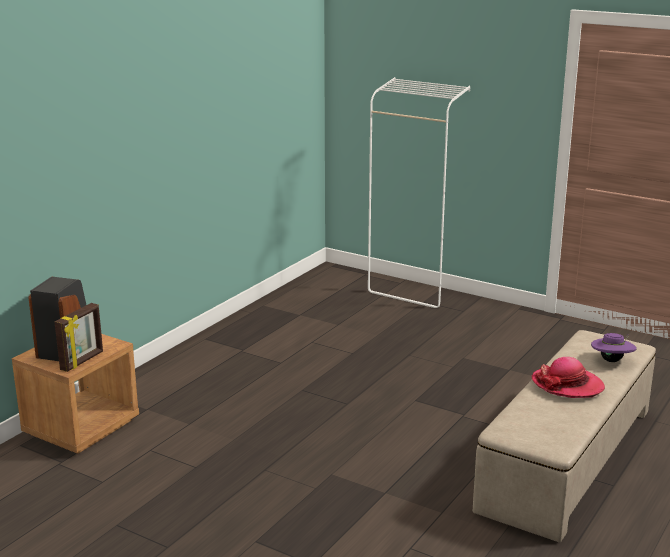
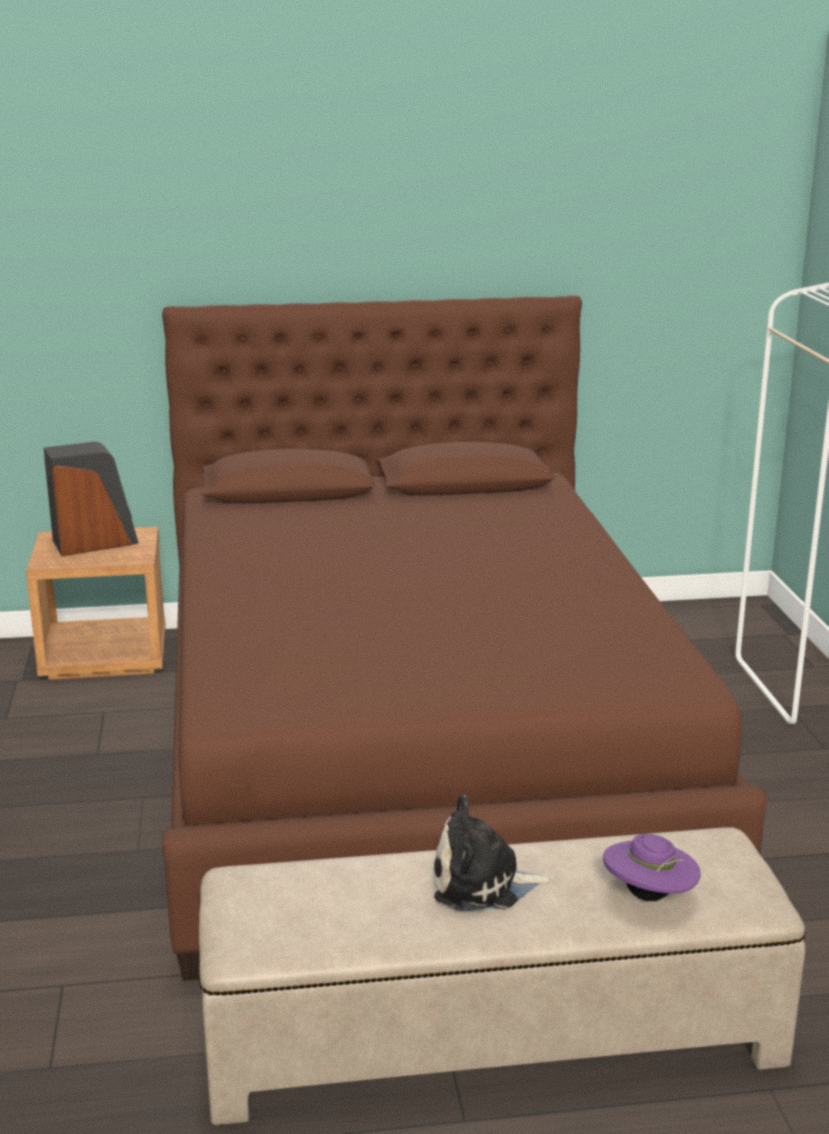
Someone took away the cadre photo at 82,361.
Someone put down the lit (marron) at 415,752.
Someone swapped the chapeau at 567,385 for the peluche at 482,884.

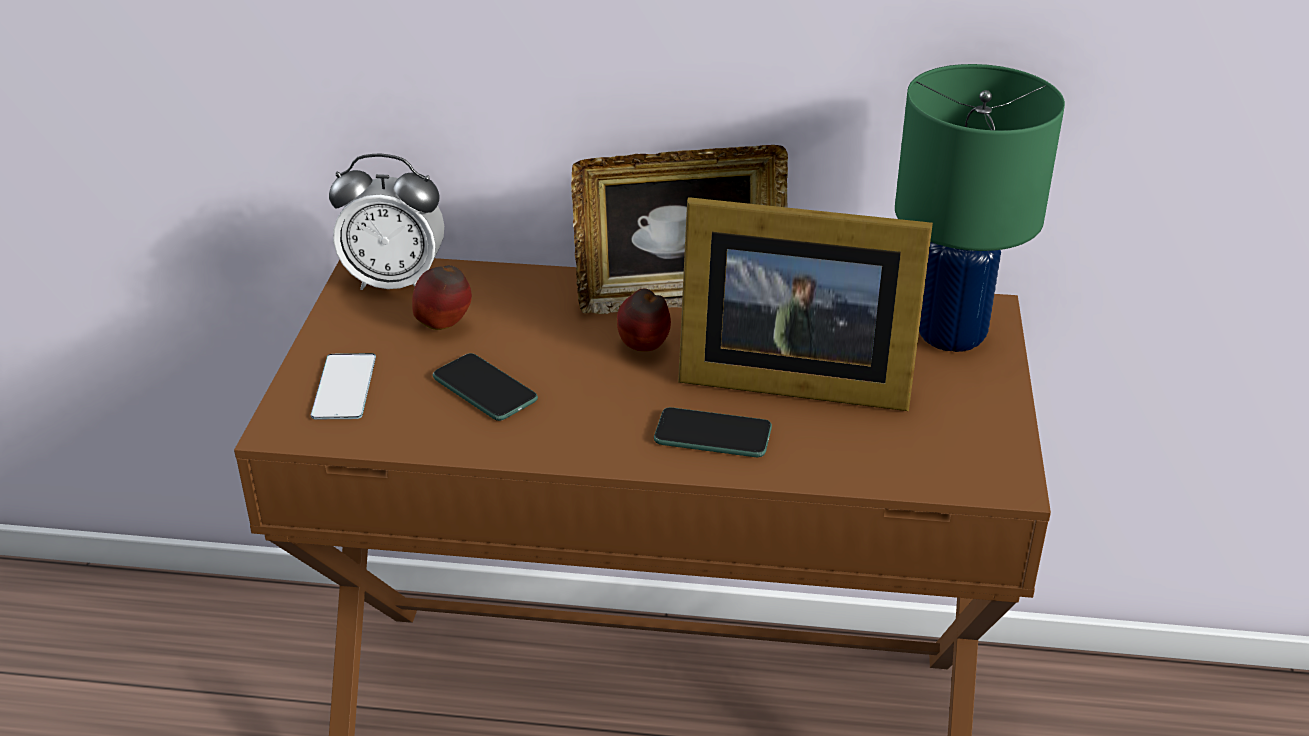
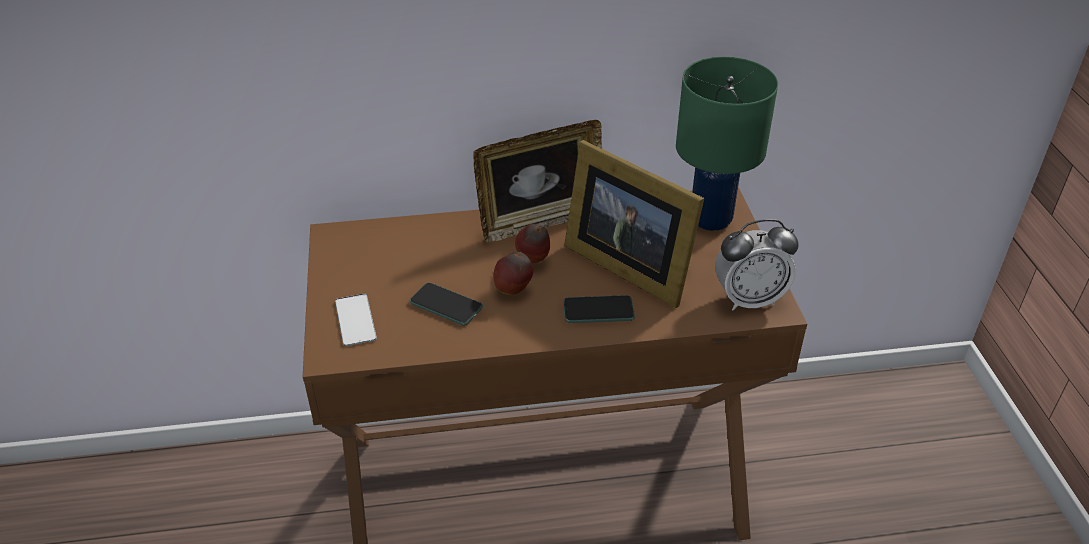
Someone carried the réveil from 395,282 to 749,299.
Someone carried the pomme from 444,326 to 513,290.
Someone rotated the cadre photo at 788,377 by 45 degrees clockwise.

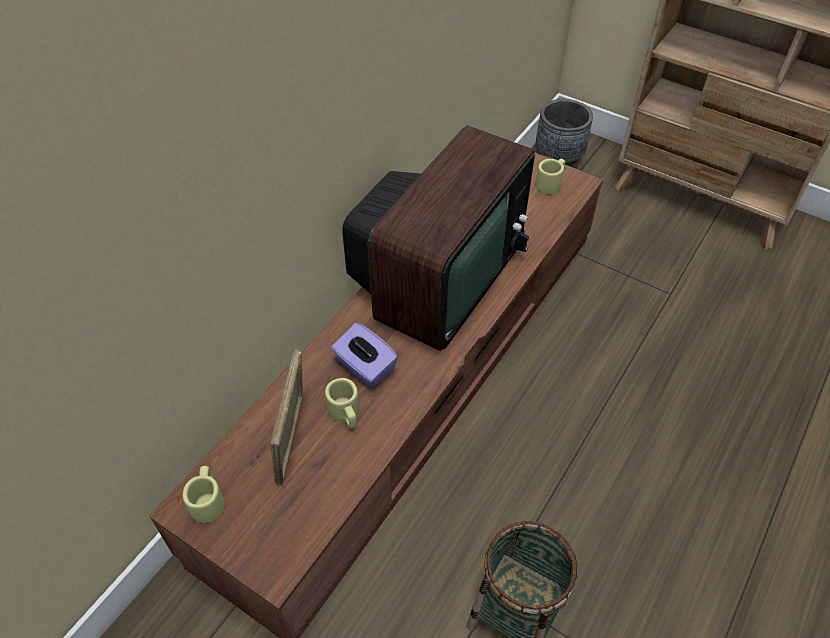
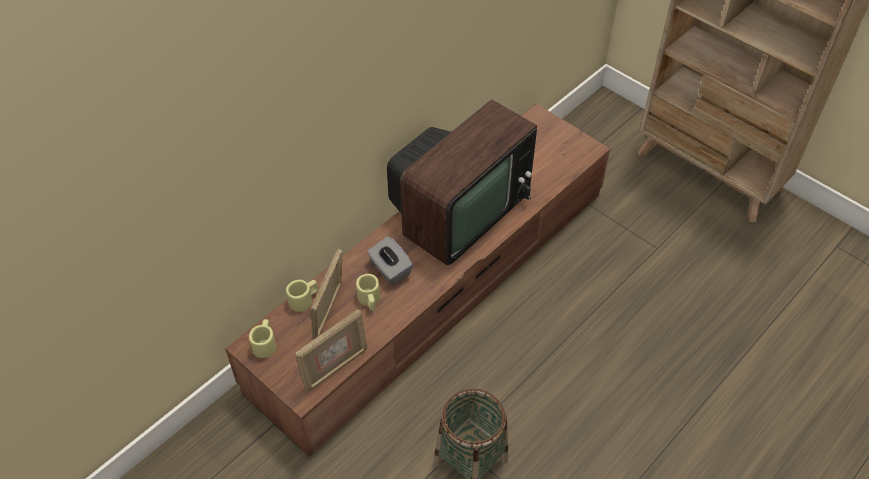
Someone took away the cache-pot (gris) at 559,157.
Someone put down the cadre photo at 335,367.
Someone carried the mug (beige) from 550,183 to 304,300.
Someone repainted the boîte à mouchoirs (violet) at 365,368, which became the boîte à mouchoirs (gris) at 390,270.

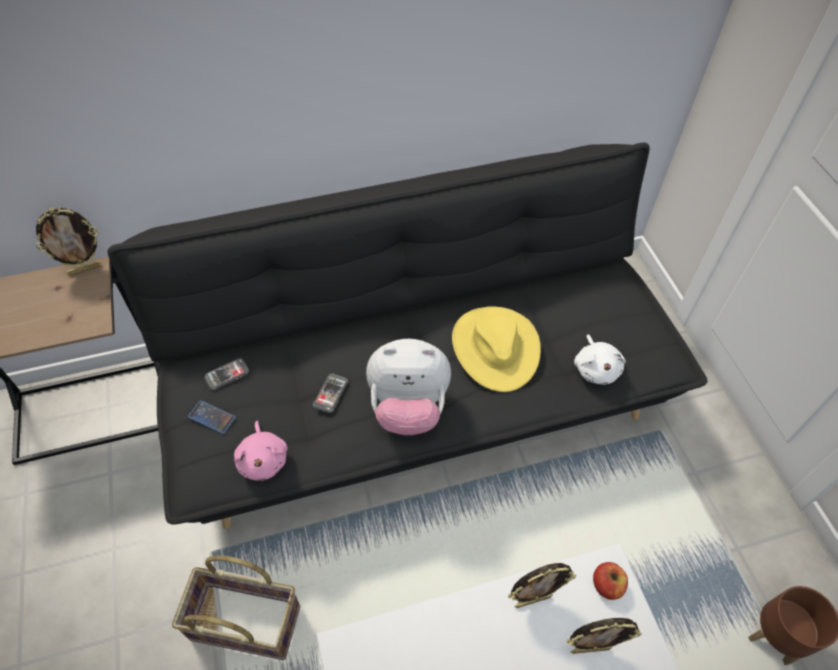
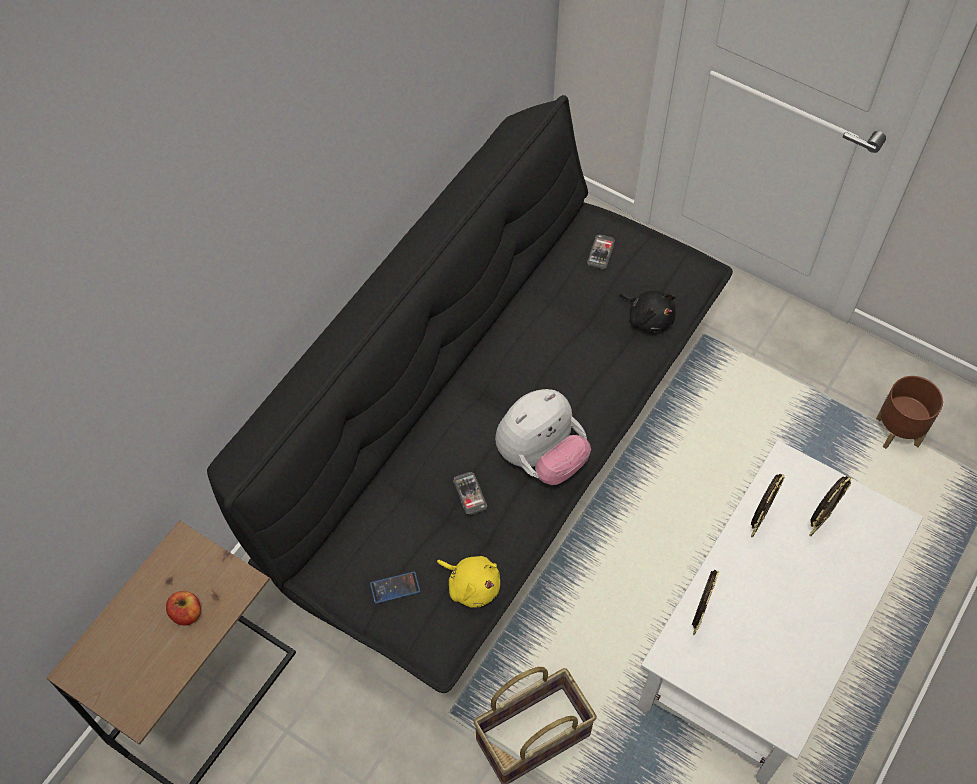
Someone took away the chapeau (jaune) at 495,348.
Someone carried the cadre photo from 85,269 to 697,618.
Someone carried the téléphone from 227,375 to 600,253.
Someone carried the pomme from 607,585 to 186,613.
Someone repainted the peluche (rose) at 263,459, which became the peluche (jaune) at 471,585.
Someone repainted the peluche (blanc) at 596,368, which became the peluche (noir) at 648,318.

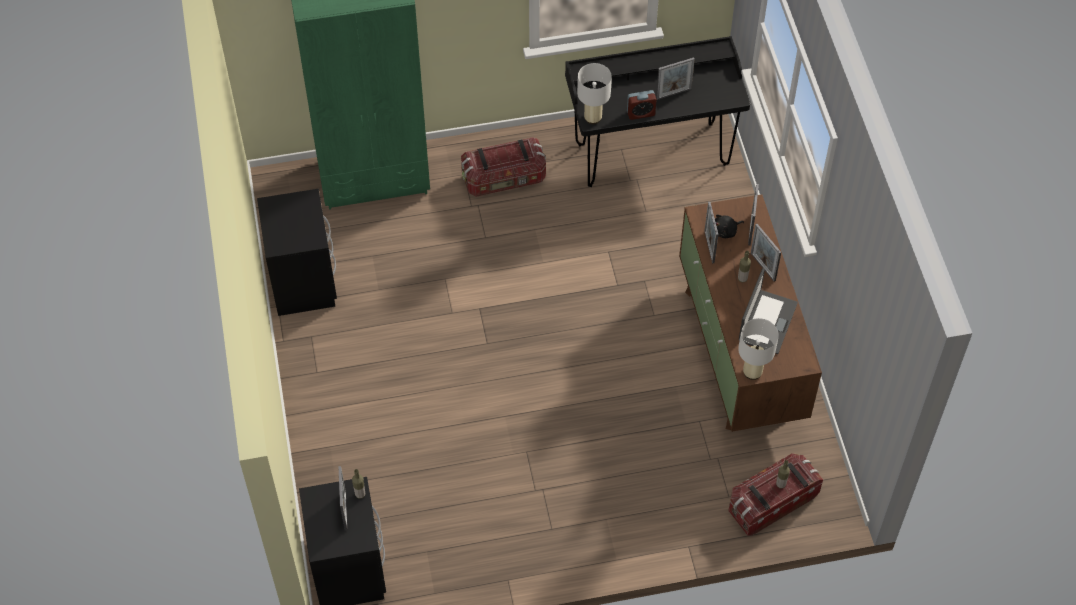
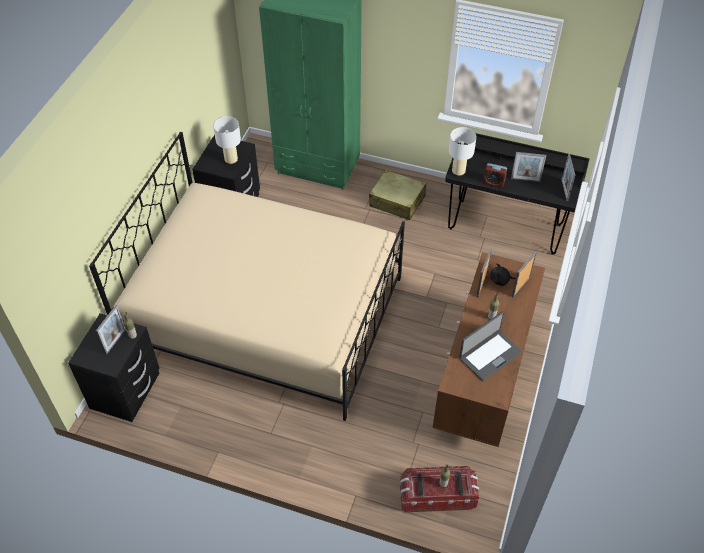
Someone put down the lit (beige) at 265,314.
Someone carried the lampe de table (blanc) from 752,372 to 231,161.
Someone carried the cadre photo from 763,267 to 564,190.
Someone swapped the boîte de rangement at 504,179 for the valise (beige) at 397,201.

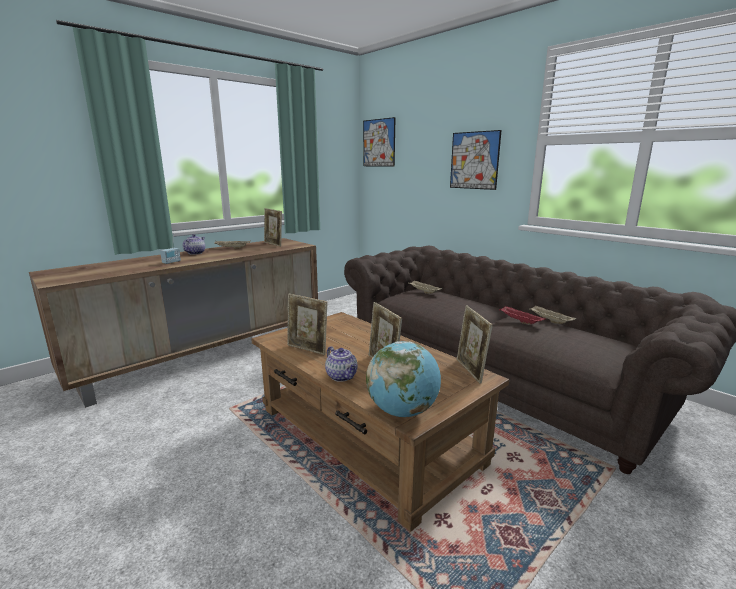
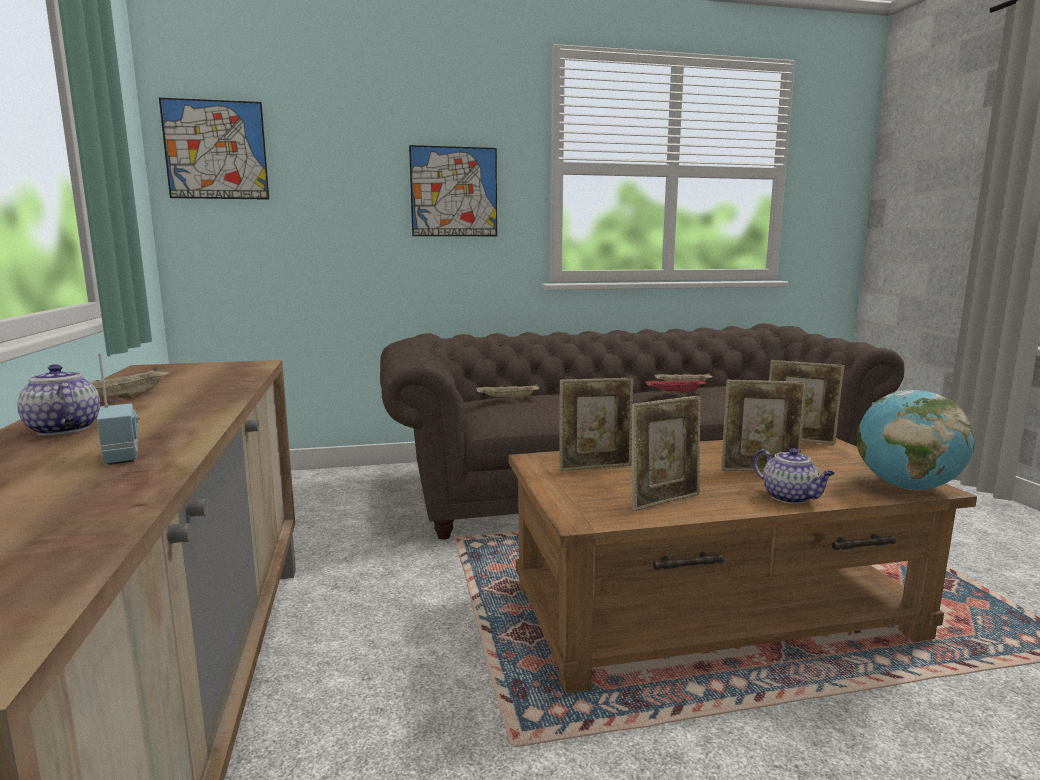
Someone carried the cadre photo from 273,244 to 595,467.
Someone rotated the théière at 342,376 by 60 degrees clockwise.

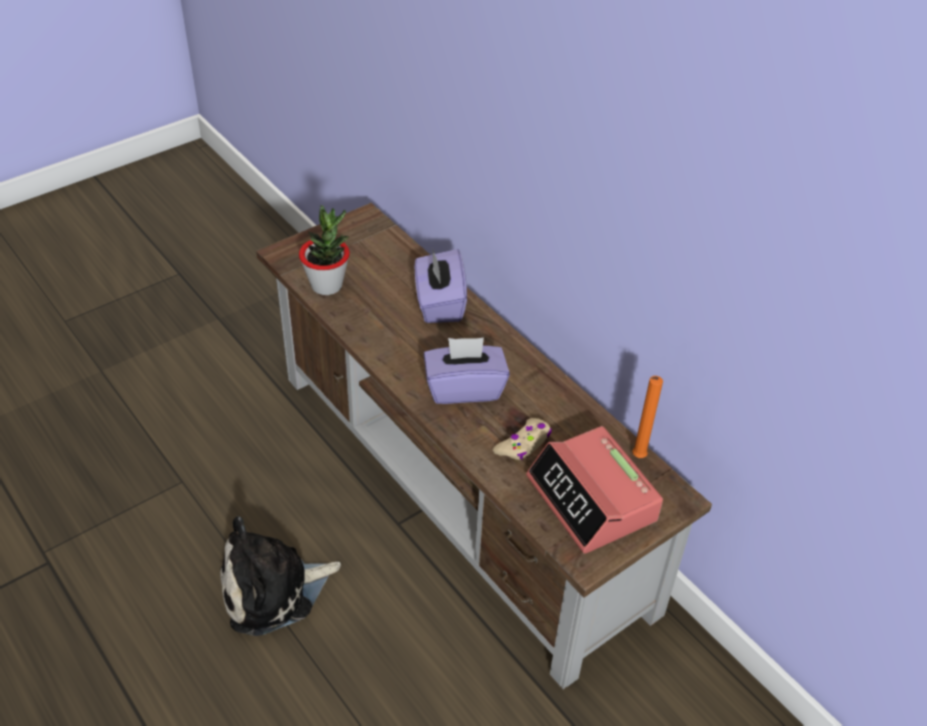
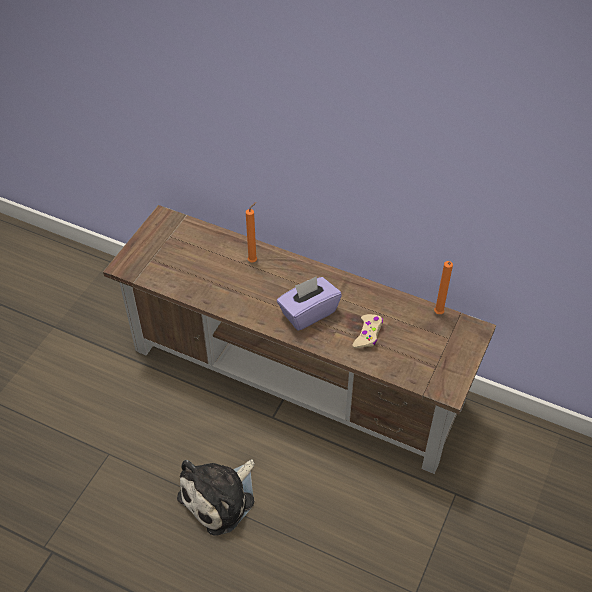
Someone took away the plante en pot at 327,285.
Someone took away the réveil at 592,499.
Someone swapped the boîte à mouchoirs (violet) at 439,303 for the bougie (orange) at 254,261.

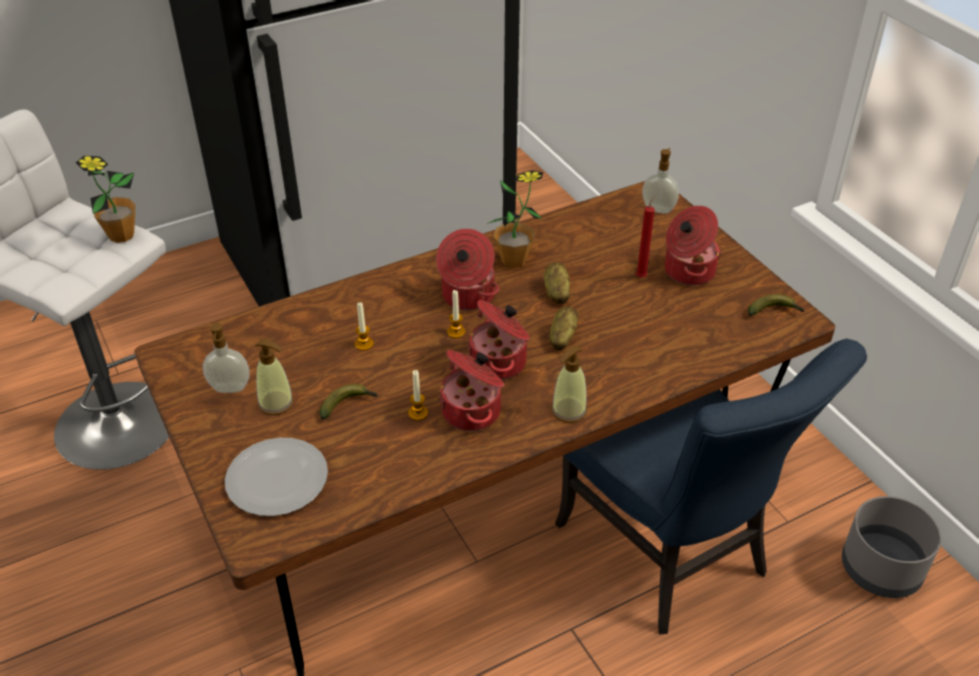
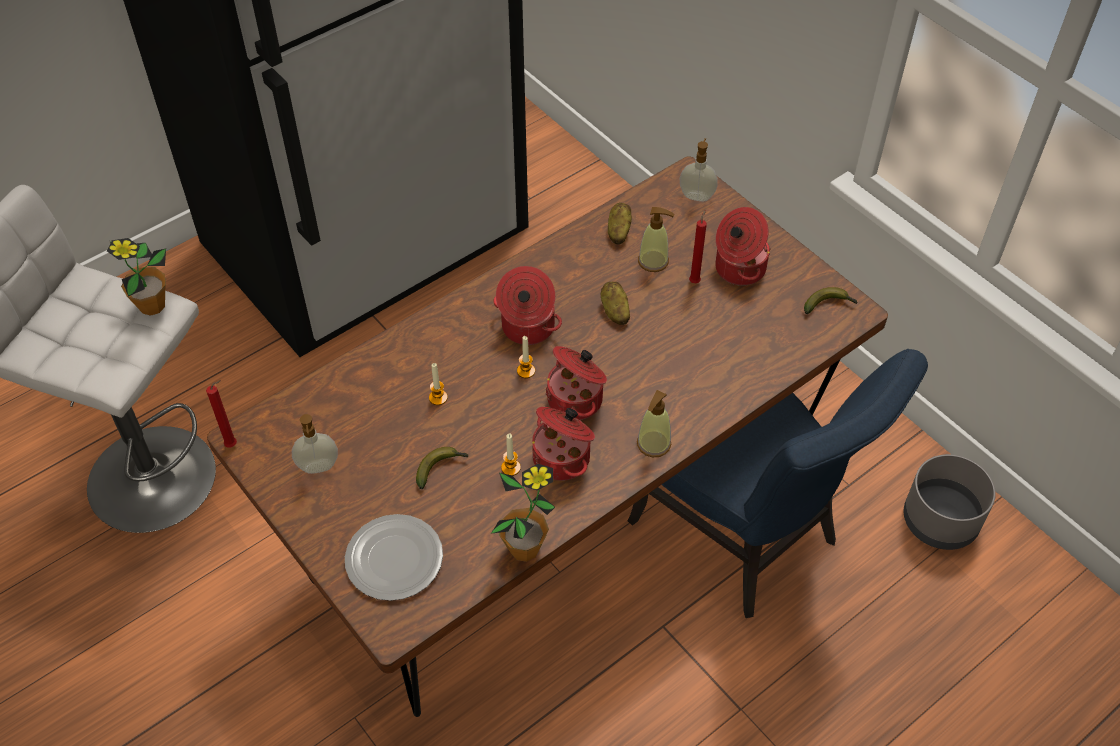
Someone put down the bougie (rouge) at 233,445.
Someone carried the distributeur de savon from 276,403 to 653,261.
Someone carried the plante en pot from 514,260 to 524,549.
Someone carried the pomme de terre from 562,338 to 618,232.

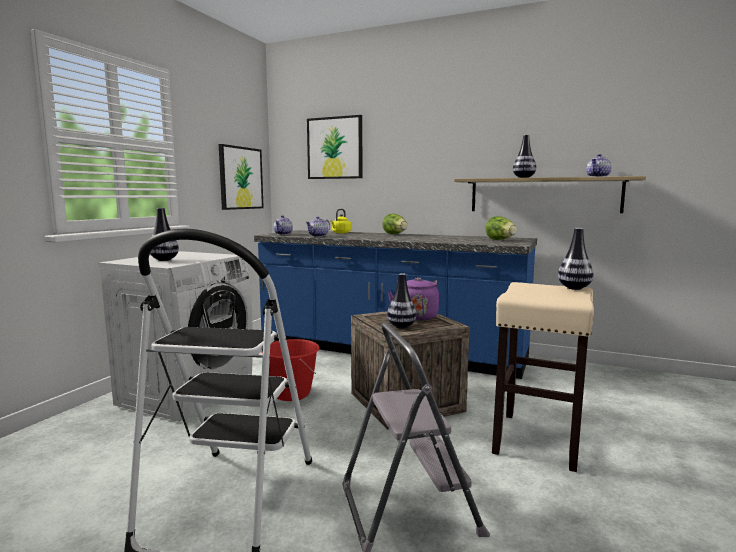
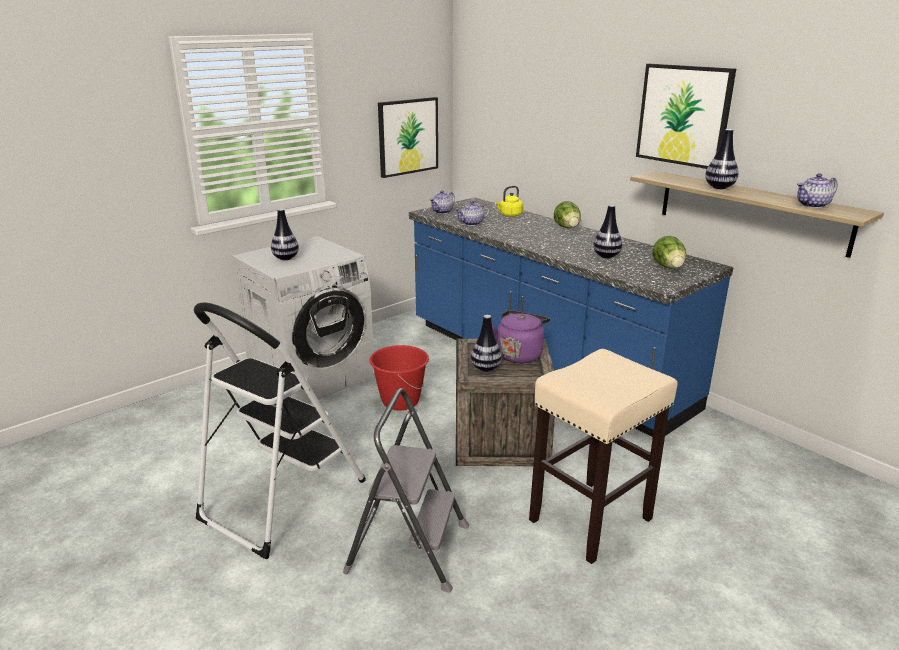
Someone carried the tableau from 335,148 to 684,115.
Someone carried the vase from 574,288 to 606,256.

